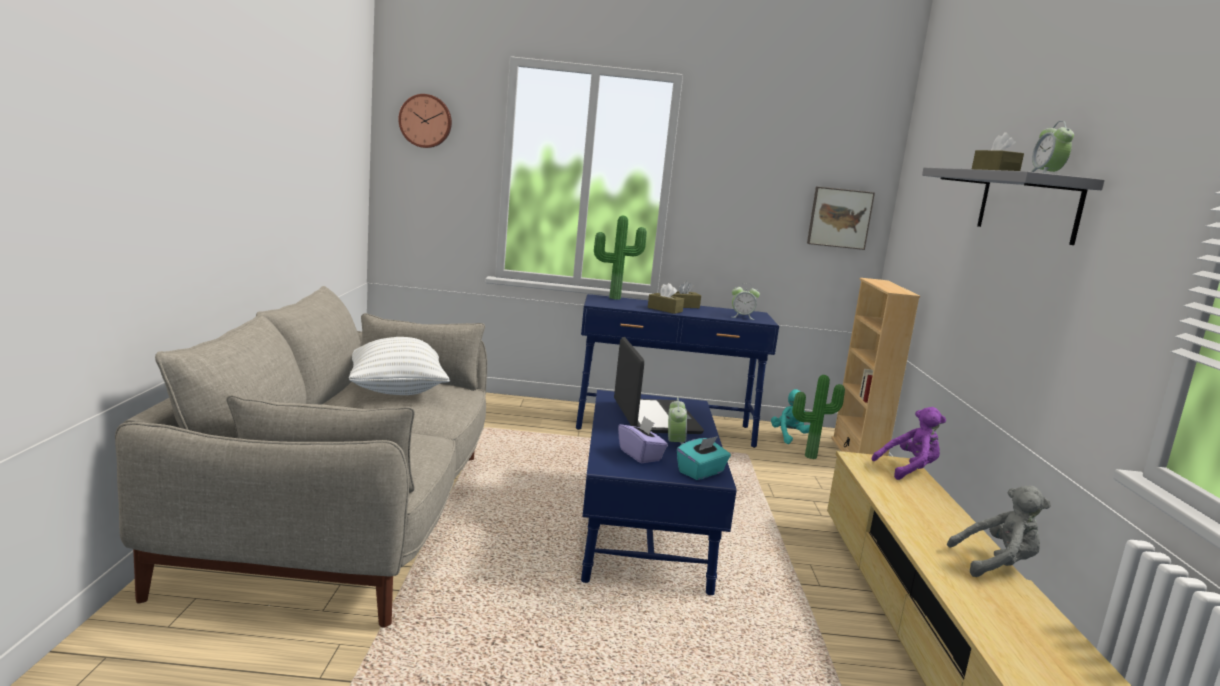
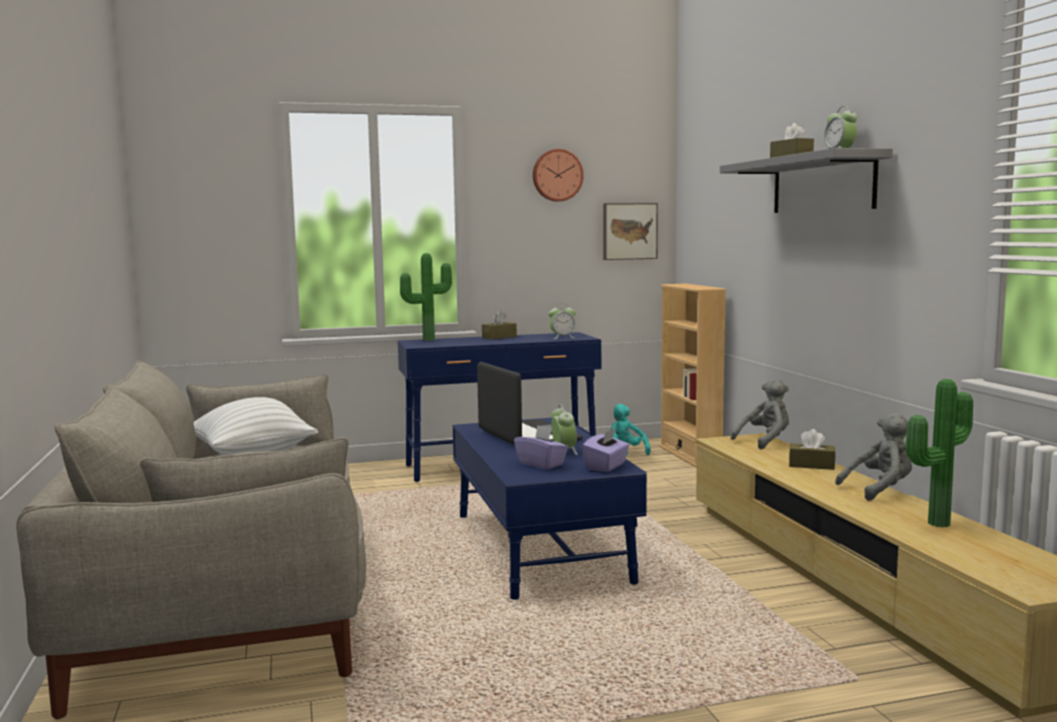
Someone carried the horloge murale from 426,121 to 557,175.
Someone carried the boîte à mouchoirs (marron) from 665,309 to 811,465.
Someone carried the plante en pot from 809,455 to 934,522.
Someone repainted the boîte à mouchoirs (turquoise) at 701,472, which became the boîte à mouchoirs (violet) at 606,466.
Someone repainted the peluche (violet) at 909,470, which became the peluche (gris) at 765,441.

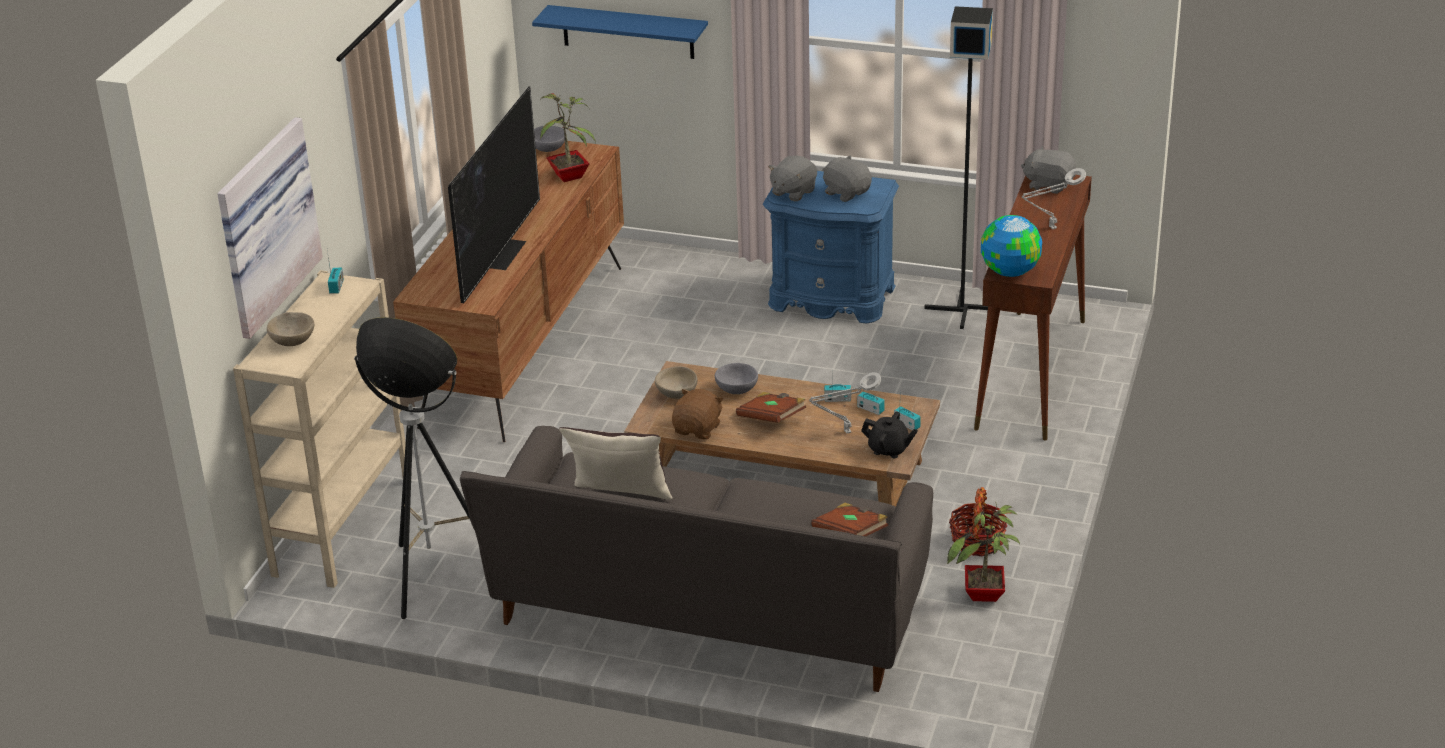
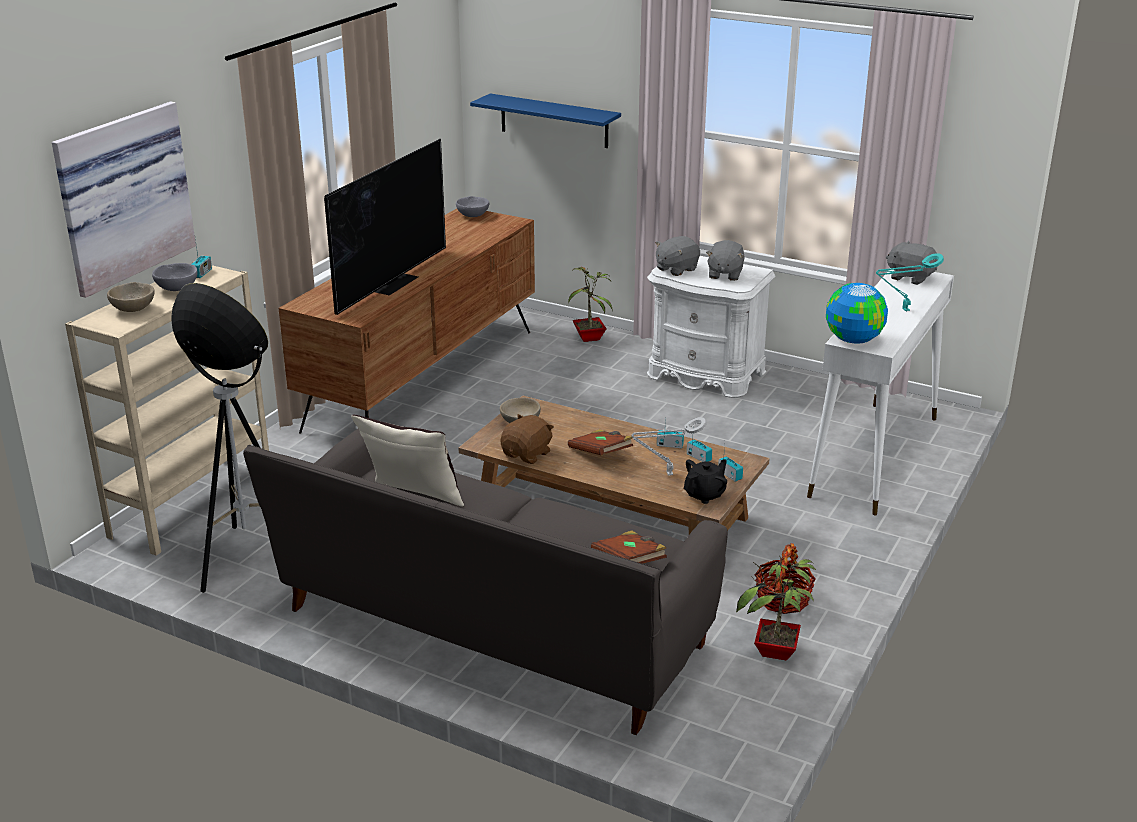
Someone took away the lampadaire (noir) at 961,308.
Someone carried the plante en pot from 570,176 to 590,337.
Someone carried the bol (gris) from 737,389 to 177,288.
Someone repainted the table de chevet (bleu) at 831,300, which became the table de chevet (blanc) at 704,376.
Someone repainted the table console (marron) at 1031,374, which became the table console (blanc) at 874,457.
Someone repainted the lampe de table (gris) at 1050,228, which became the lampe de table (turquoise) at 903,310.
Someone rotated the peluche (gris) at 846,193 by 135 degrees counterclockwise.
Someone rotated the théière (noir) at 889,449 by 75 degrees counterclockwise.

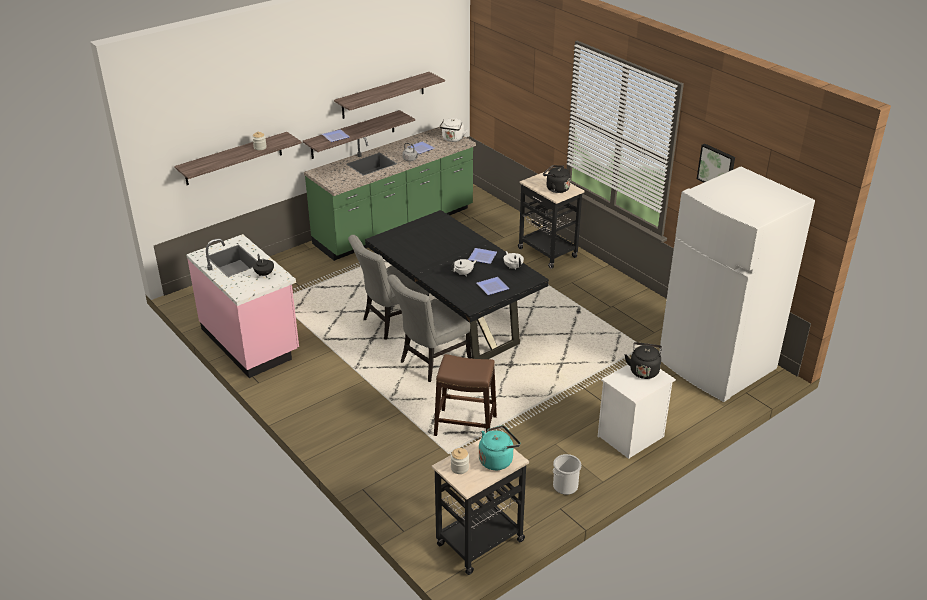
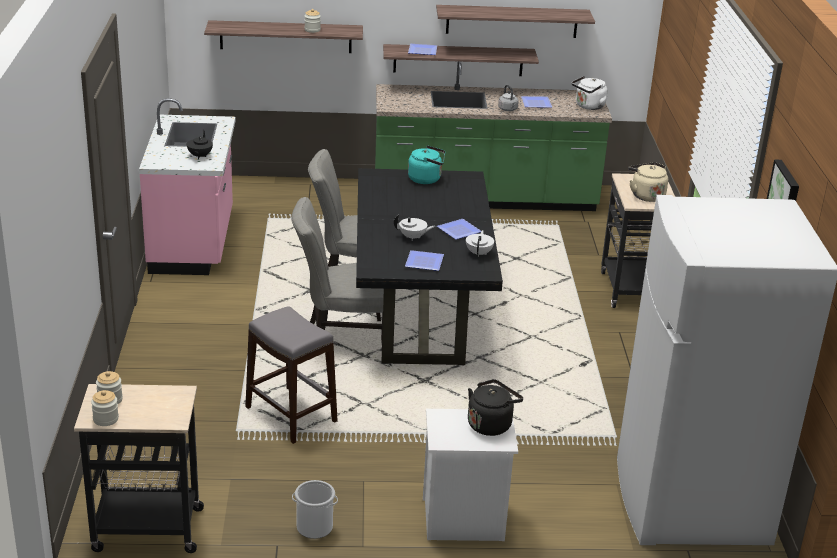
Someone put down the bocal at 106,419.
Someone carried the bouilloire (turquoise) from 497,460 to 426,179.
Someone repainted the tabouret (marron) at 465,426, which became the tabouret (gris) at 290,415.
Someone repainted the bouilloire (noir) at 556,189, which became the bouilloire (beige) at 646,195.

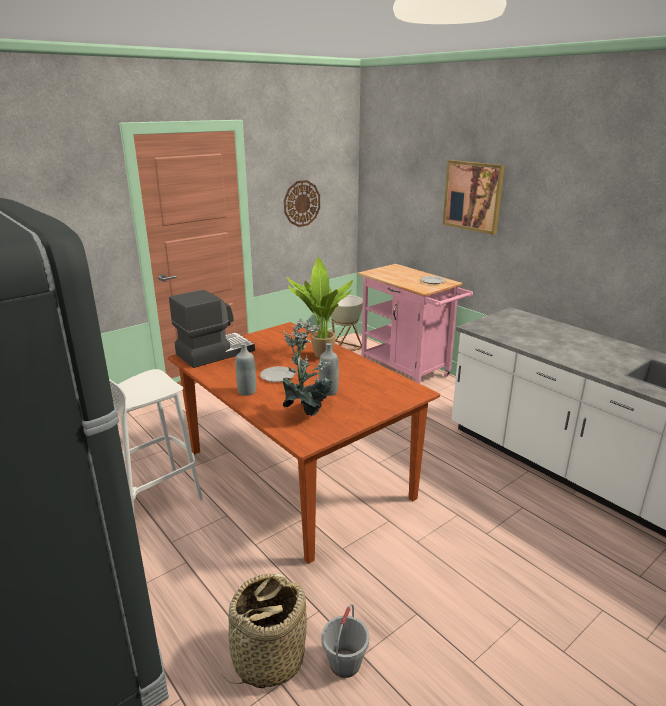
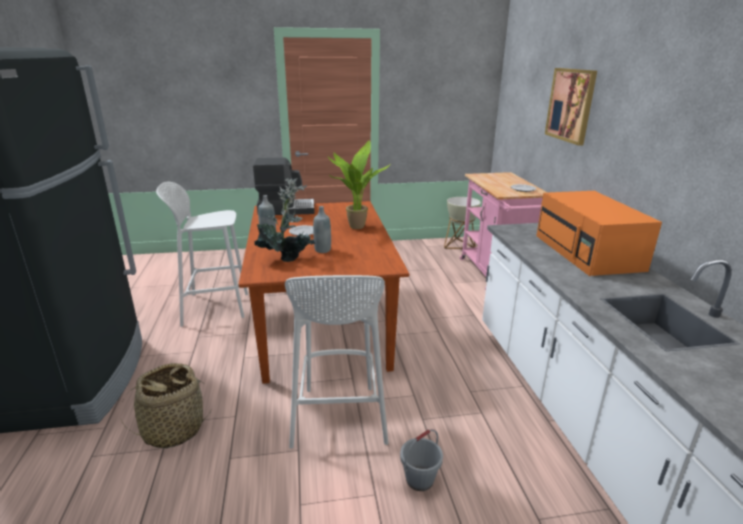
Someone took away the horloge murale at 301,203.
Someone put down the tabouret (blanc) at 339,418.
Someone put down the micro-ondes (orange) at 588,253.
Someone carried the seau (gris) from 344,663 to 419,479.

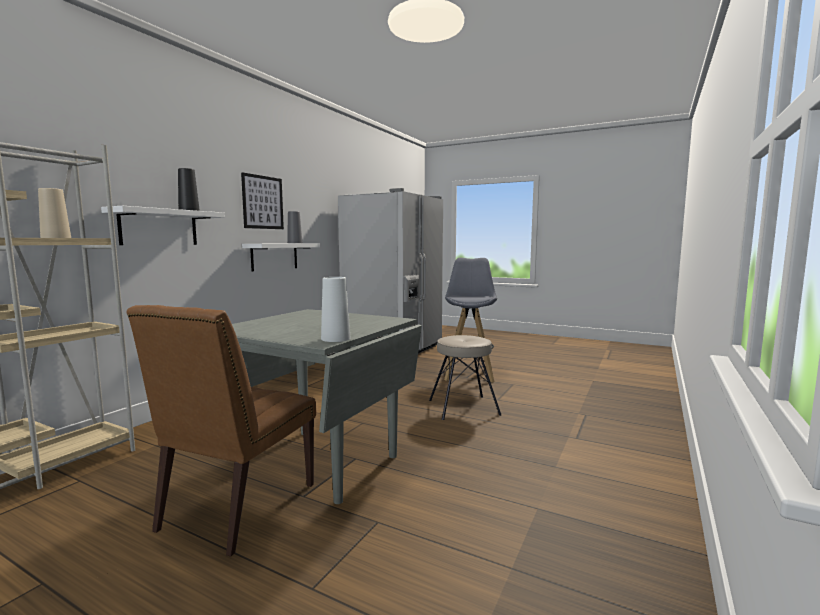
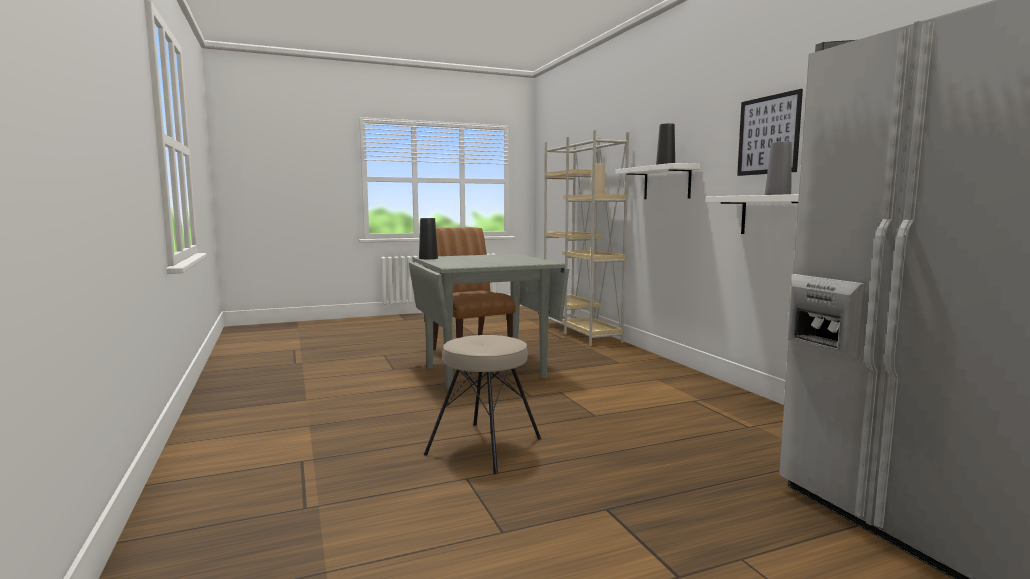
Someone took away the tabouret (gris) at 469,374.
Someone repainted the vase (blanc) at 335,338, which became the vase (noir) at 428,258.

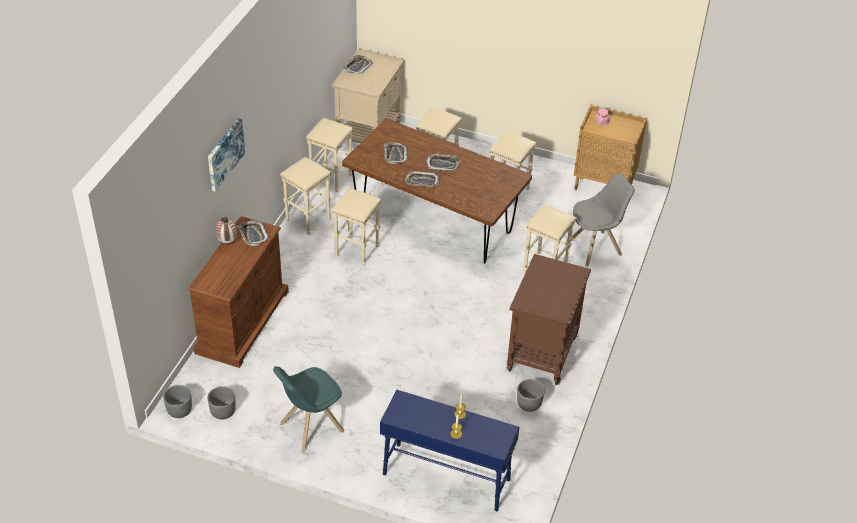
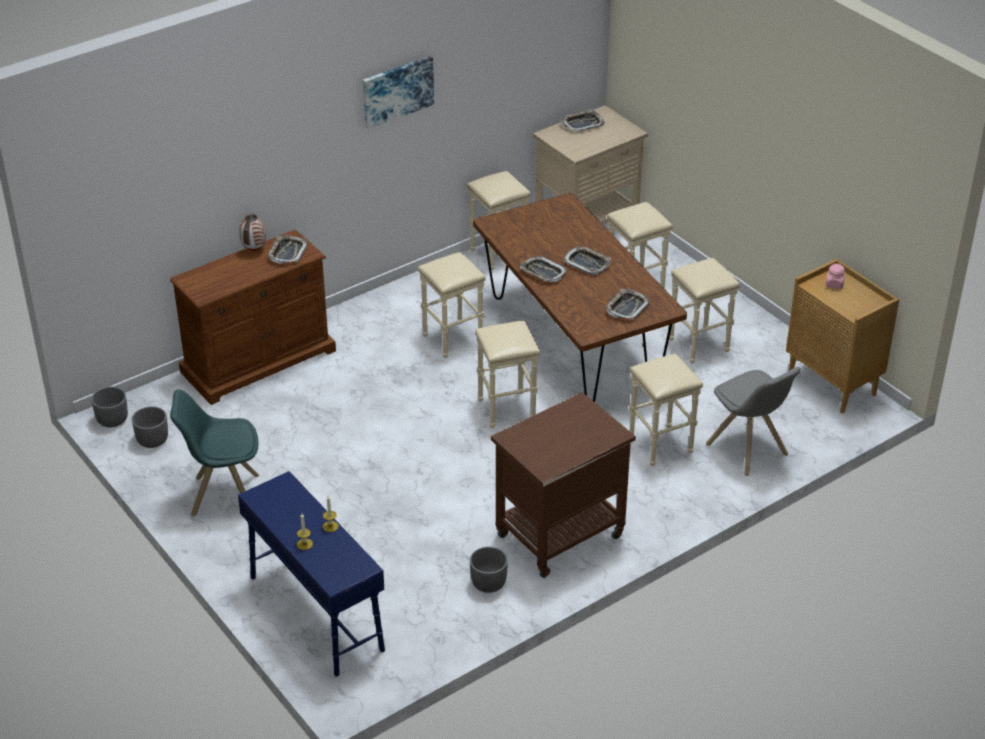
Someone carried the tableau from 224,154 to 397,91.
Someone carried the tabouret (beige) from 307,219 to 505,408.
Someone carried the plateau from 395,155 to 627,307.
Someone rotated the chaise (gris) at 595,248 by 45 degrees clockwise.

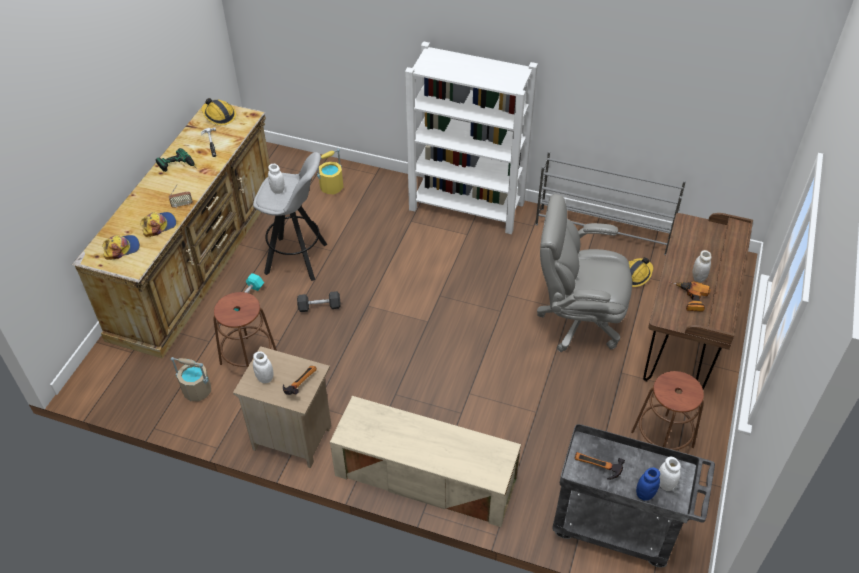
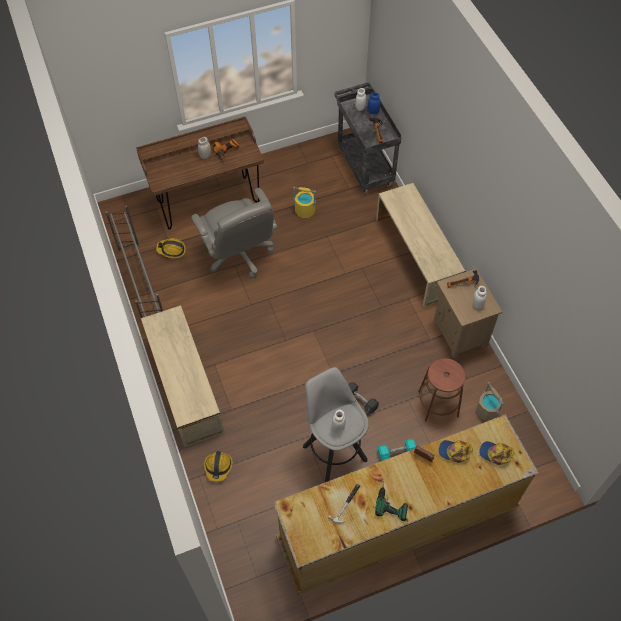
Someone took away the tabouret (marron) at 662,439.
Someone carried the casque de chantier from 219,115 to 218,467.
Someone carried the seau (jaune) from 332,187 to 305,211.
Someone swapped the bibliothèque (blanc) at 467,206 for the banc (beige) at 184,385.

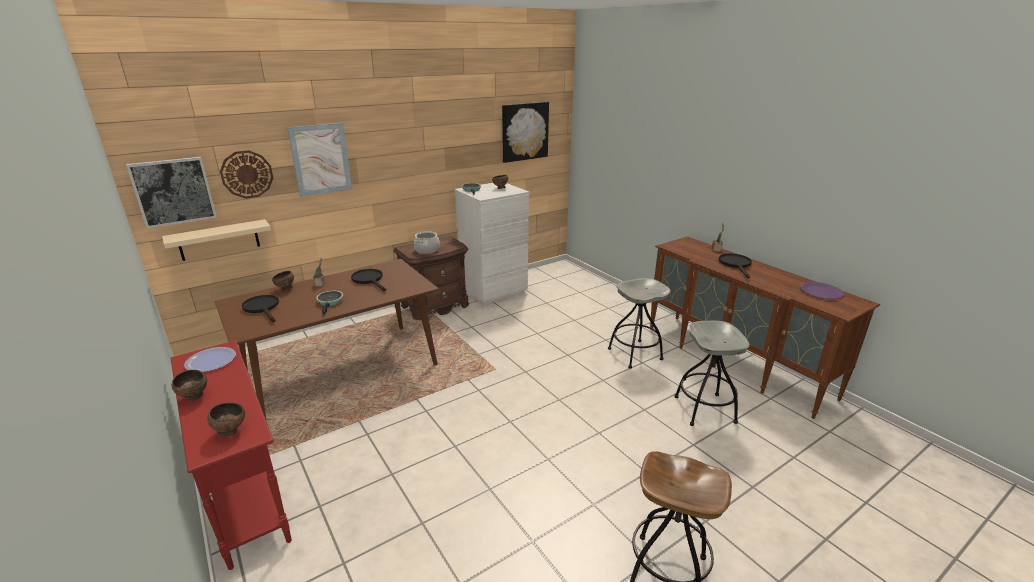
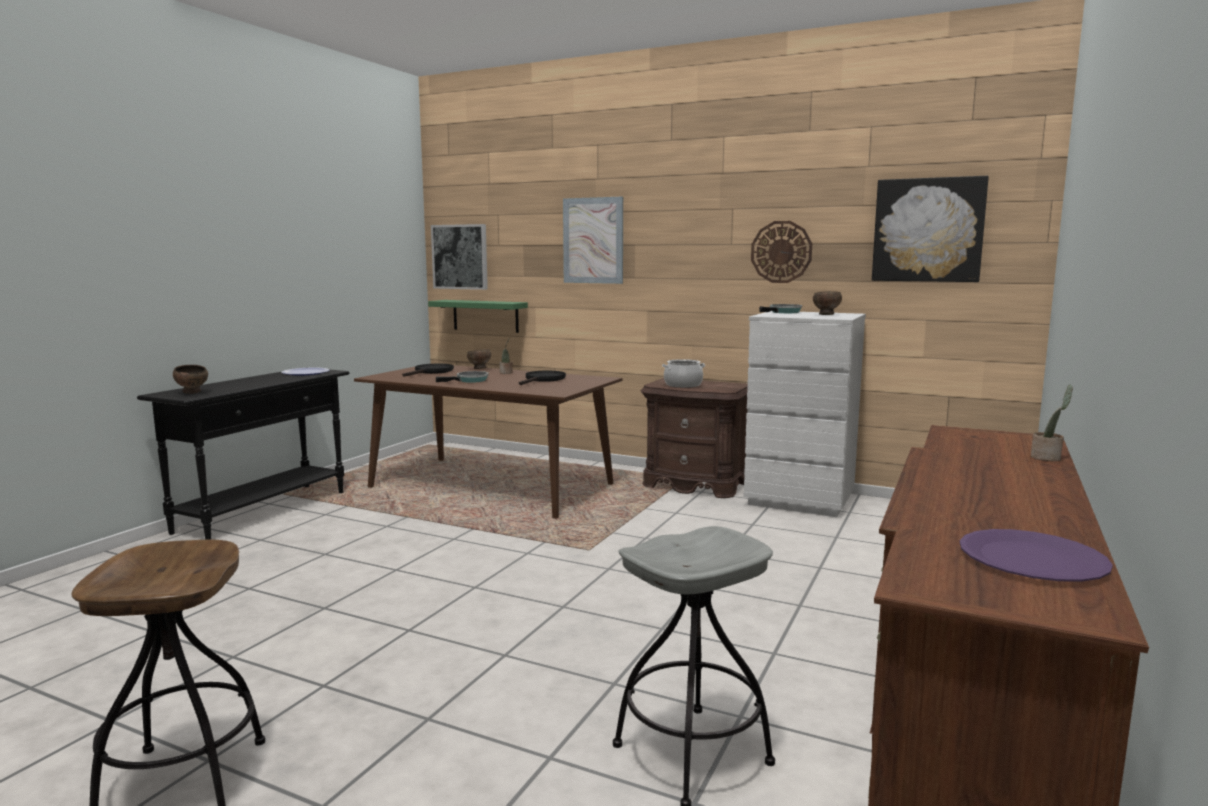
Someone took away the bol (marron) at 195,397.
Someone took away the tabouret (gris) at 635,353.
Someone took away the poêle (noir) at 736,265.
Someone carried the horloge murale from 247,174 to 781,252.
Someone repainted the étagère (beige) at 219,240, which became the étagère (vert) at 485,316.
Someone repainted the table console (rouge) at 246,496, which became the table console (noir) at 264,512.

